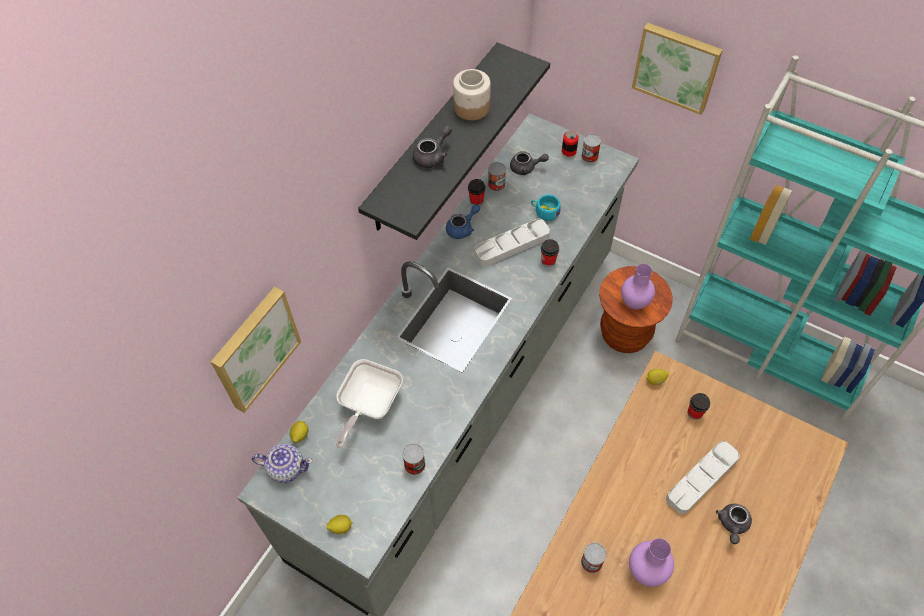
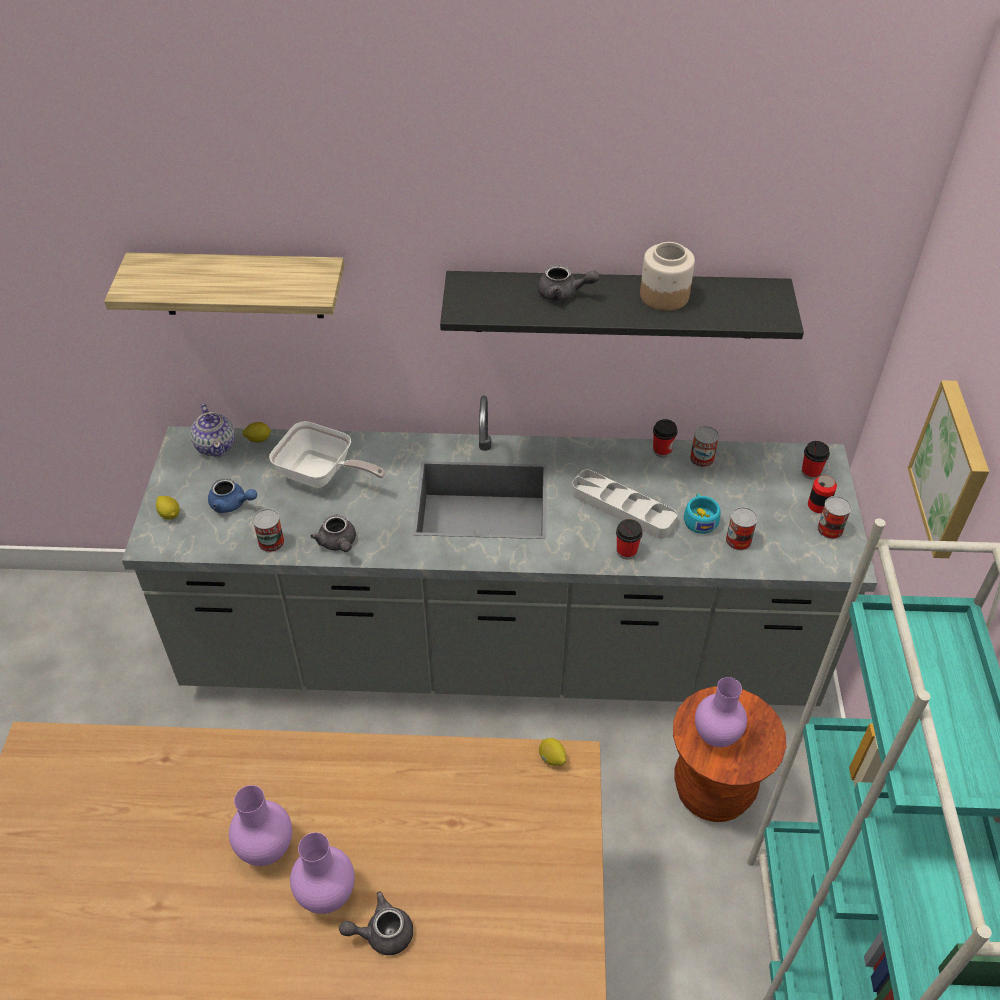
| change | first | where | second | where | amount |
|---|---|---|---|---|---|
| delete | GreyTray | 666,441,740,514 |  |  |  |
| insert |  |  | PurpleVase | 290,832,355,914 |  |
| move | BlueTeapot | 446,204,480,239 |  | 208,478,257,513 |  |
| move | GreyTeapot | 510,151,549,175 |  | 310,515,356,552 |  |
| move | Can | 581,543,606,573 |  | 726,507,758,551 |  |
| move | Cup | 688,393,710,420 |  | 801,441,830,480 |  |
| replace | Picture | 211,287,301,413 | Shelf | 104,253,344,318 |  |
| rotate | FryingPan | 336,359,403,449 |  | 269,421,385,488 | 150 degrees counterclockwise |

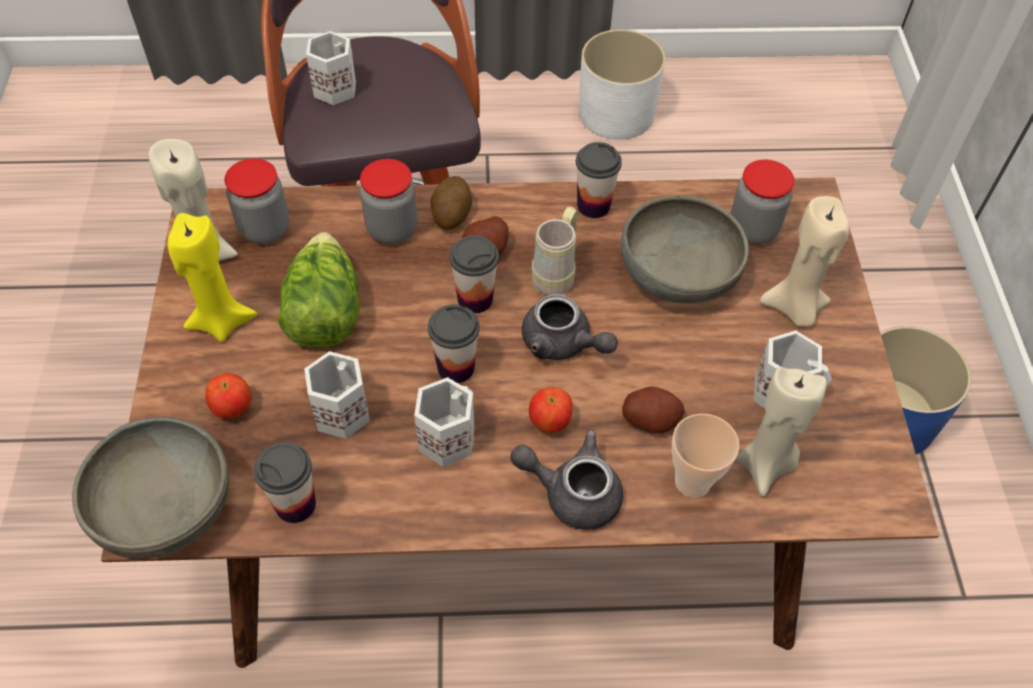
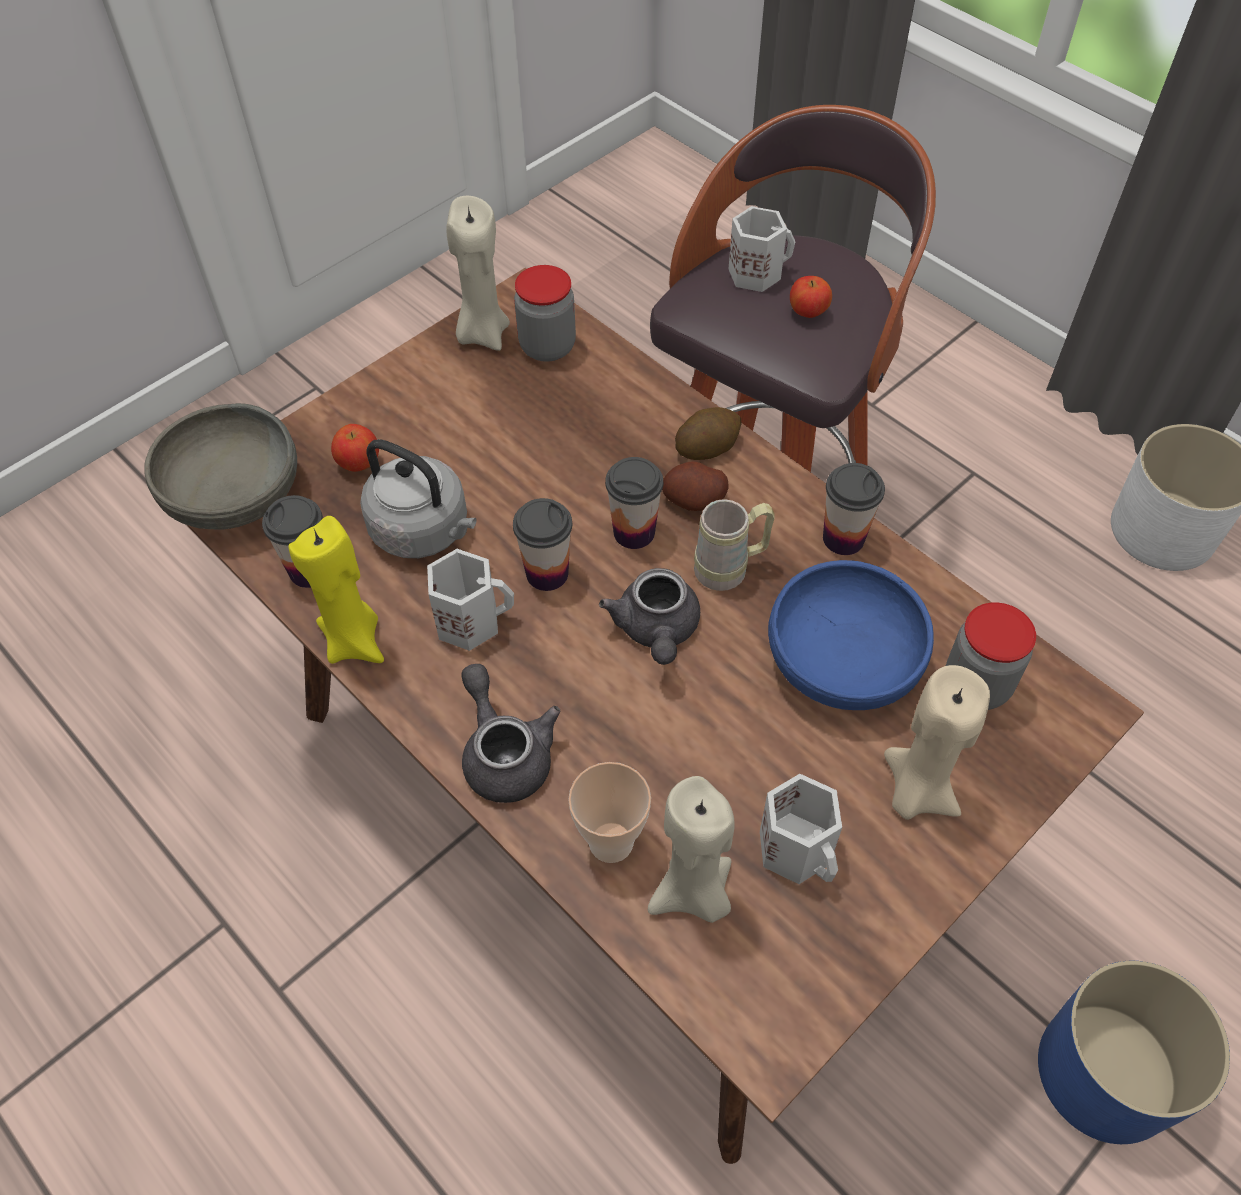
| change | first | where | second | where | amount |
|---|---|---|---|---|---|
| delete | Lettuce | 278,232,360,348 |  |  |  |
| delete | Jar | 360,159,418,244 |  |  |  |
| delete | Potato | 622,386,685,433 |  |  |  |
| move | YellowCandle | 168,213,257,342 |  | 288,516,384,664 |  |
| move | Apple | 529,387,573,432 |  | 790,276,832,318 |  |
| replace | WhiteMug | 304,351,370,439 | GreyKettle | 360,439,477,558 |  |
| recolor | GreyBowl | 621,195,749,303 | BlueBowl | 768,560,934,710 |  |

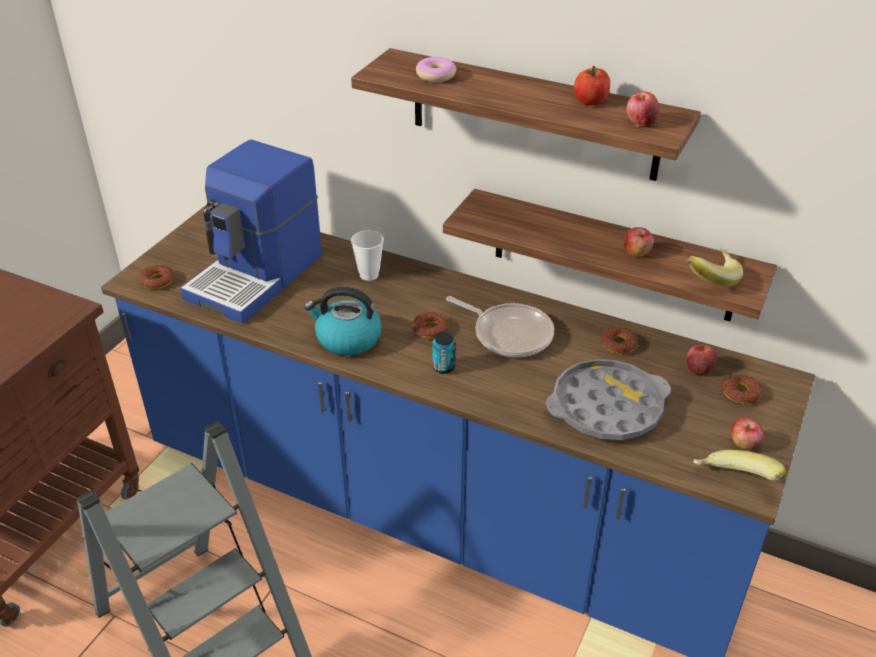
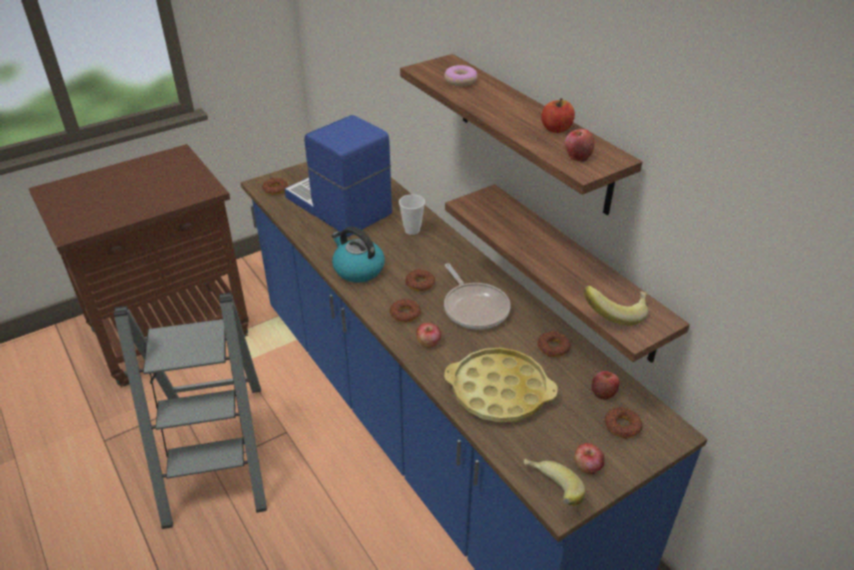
| change | first | where | second | where | amount |
|---|---|---|---|---|---|
| move | Apple | 623,227,654,257 |  | 416,323,441,348 |  |
| replace | Can | 432,332,456,374 | Donut | 390,299,421,322 |  |
| recolor | GreyTray | 546,359,671,440 | YellowTray | 444,348,558,422 |  |
| rotate | CoffeeMachine | 180,139,322,324 |  | 285,115,392,237 | 75 degrees clockwise |

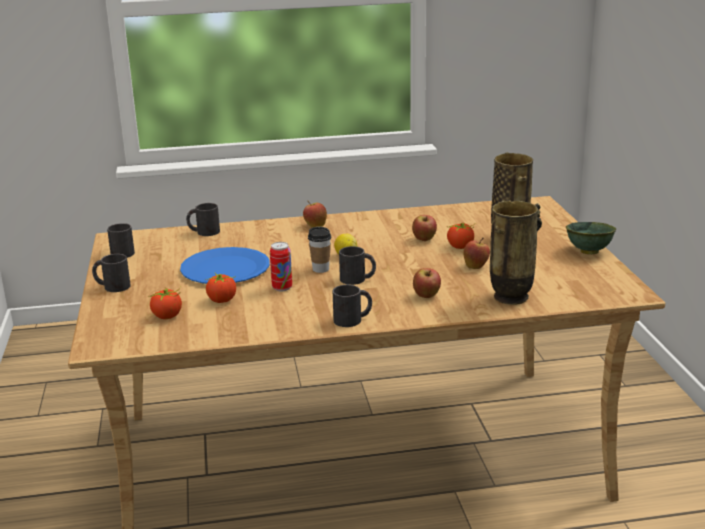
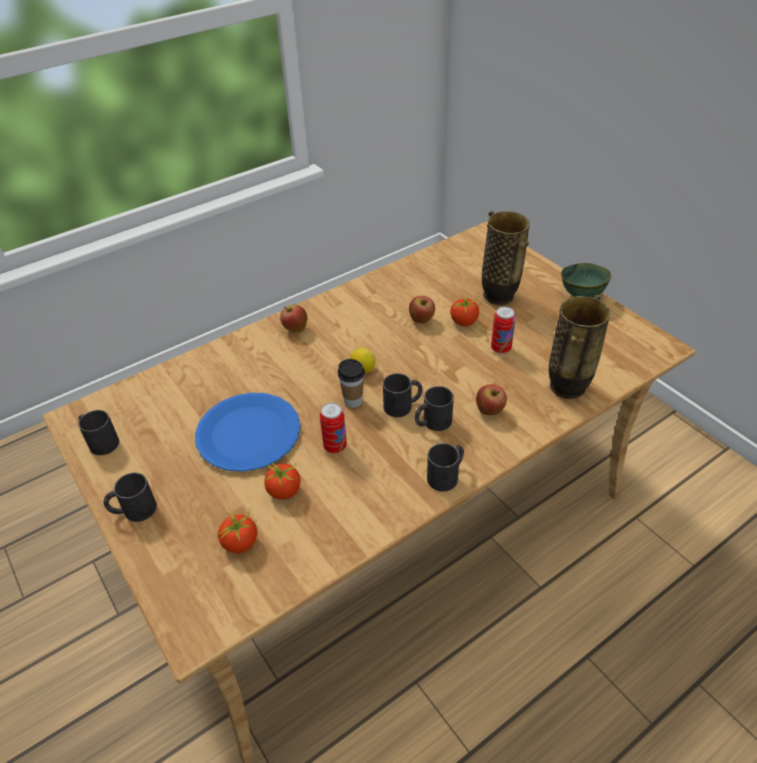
| change | first | where | second | where | amount |
|---|---|---|---|---|---|
| move | BlackMug | 186,203,220,236 |  | 414,386,454,431 |  |
| replace | Apple | 463,238,490,269 | Can | 491,306,516,354 |  |

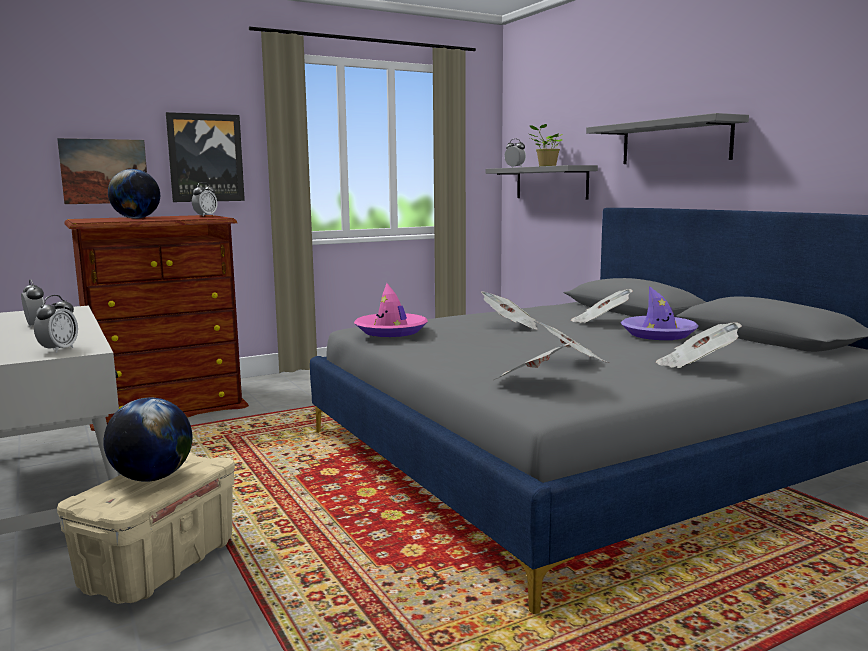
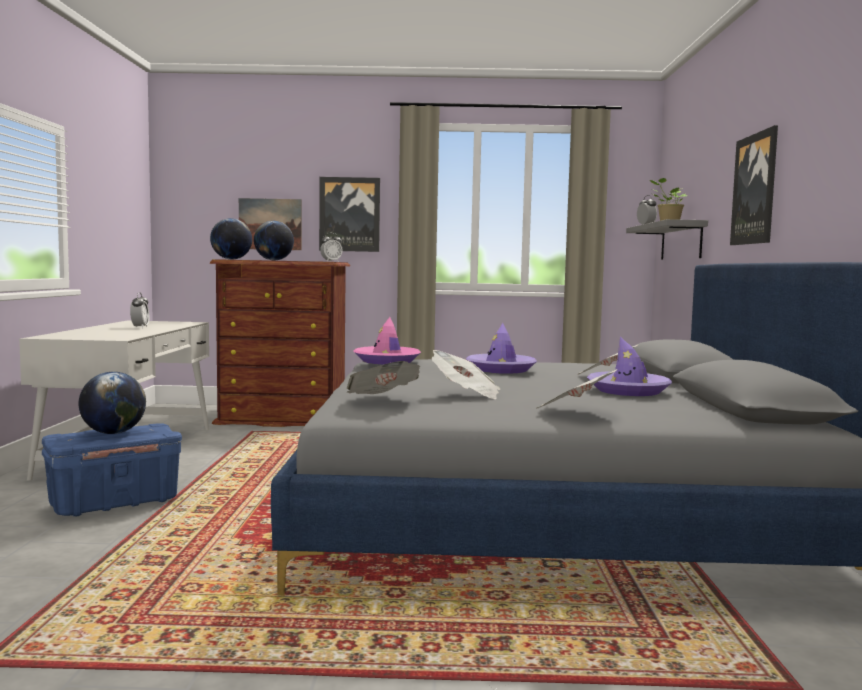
| change | first | where | second | where | amount |
|---|---|---|---|---|---|
| delete | AlarmClock | 34,295,78,353 |  |  |  |
| insert |  |  | Globe | 210,218,252,260 |  |
| replace | Newspaper | 481,291,537,329 | PurpleHat | 466,323,537,374 |  |
| replace | GreyShelf | 586,113,749,164 | Picture | 730,125,778,245 |  |
| recolor | BeigeStorageBox | 57,452,235,604 | BlueStorageBox | 42,423,182,517 |  |

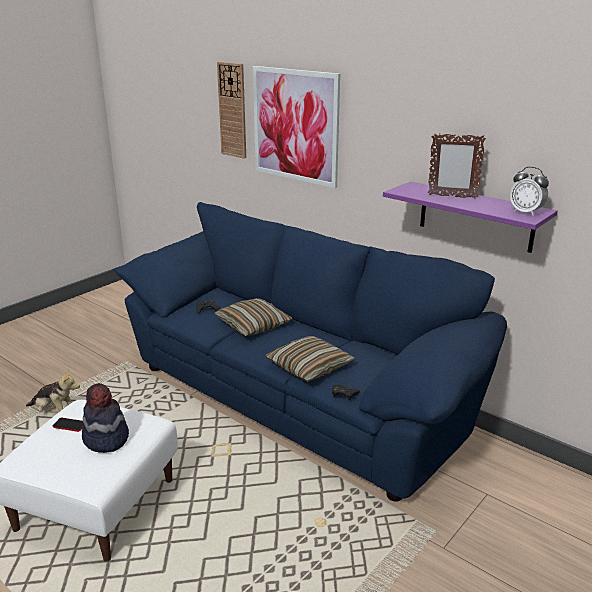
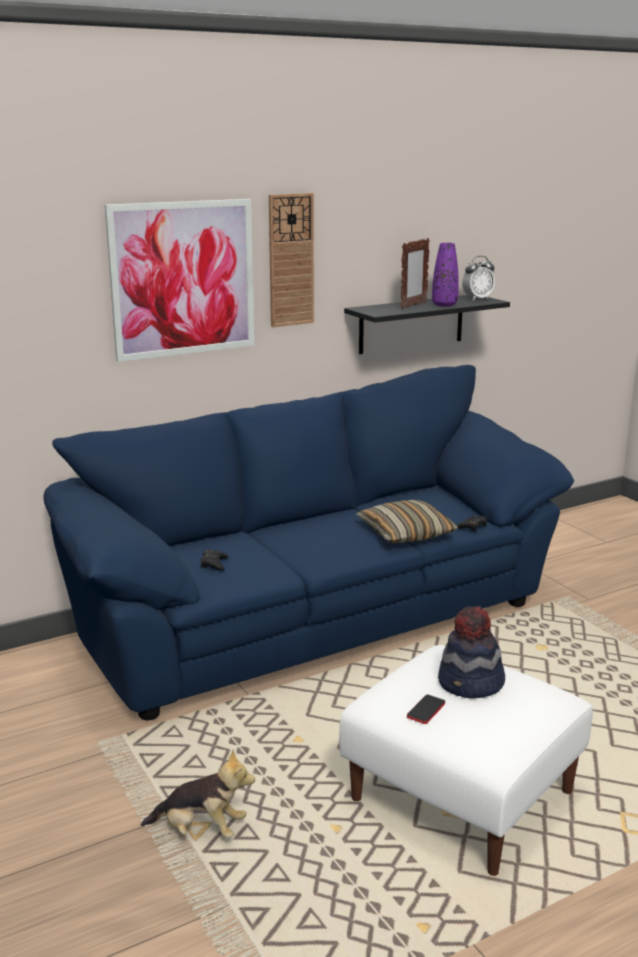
| change | first | where | second | where | amount |
|---|---|---|---|---|---|
| delete | Pillow | 214,298,293,336 |  |  |  |
| insert |  |  | PurpleVase | 432,243,459,307 |  |
| move | WallClock | 217,62,246,159 |  | 269,193,314,327 |  |
| recolor | PurpleShelf | 383,181,558,253 | BlackShelf | 344,295,510,354 |  |
| rotate | PlushToy | 26,369,80,412 |  | 141,749,255,838 | 60 degrees clockwise |

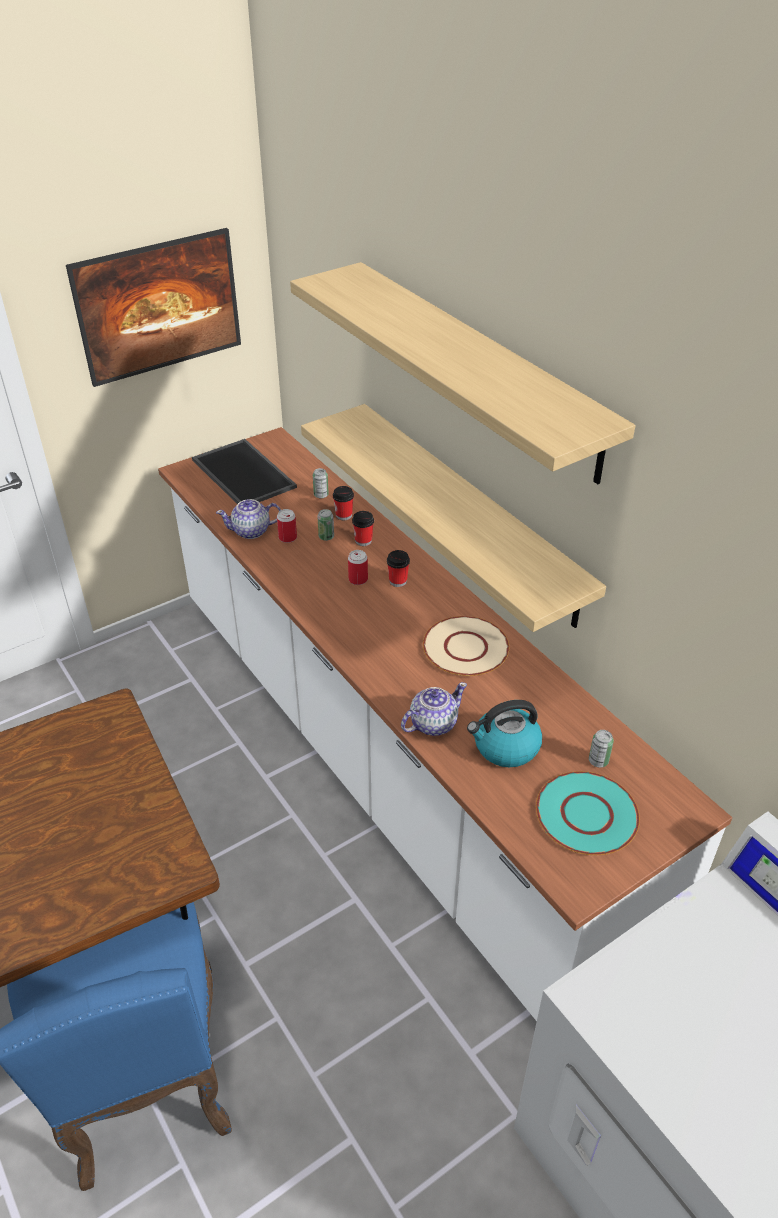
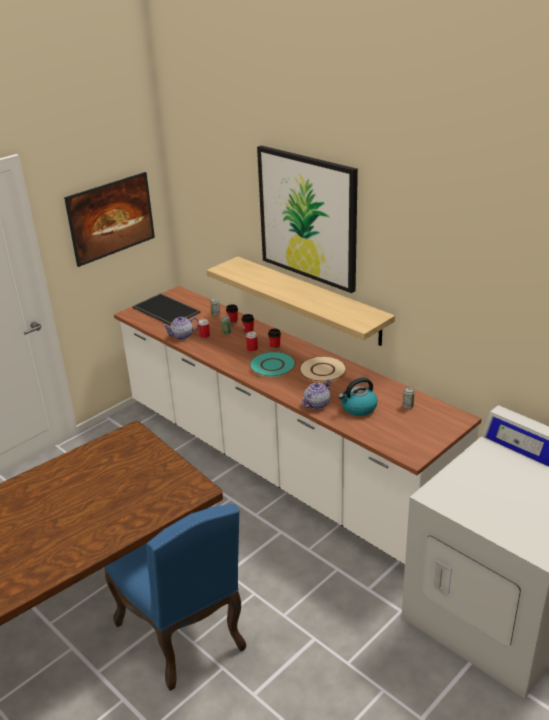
| change | first | where | second | where | amount |
|---|---|---|---|---|---|
| move | TurquoisePlate | 536,771,640,855 |  | 249,351,296,377 |  |
| replace | Shelf | 290,262,636,484 | Picture | 257,145,358,293 |  |

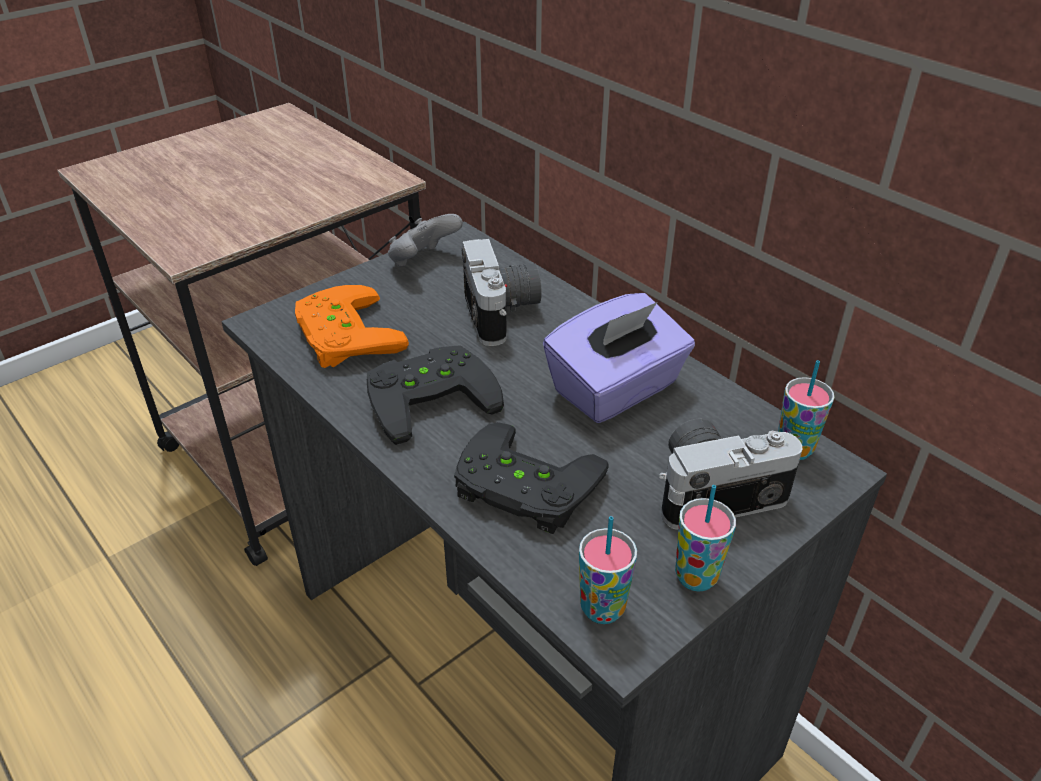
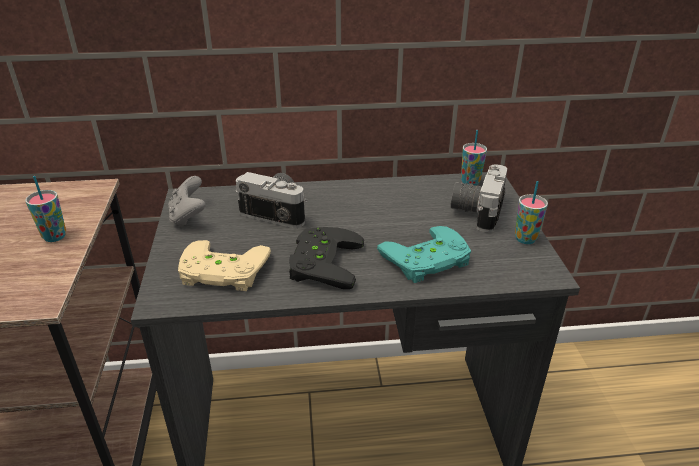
| change | first | where | second | where | amount |
|---|---|---|---|---|---|
| delete | PurpleTissueBox | 543,293,695,423 |  |  |  |
| move | Cup | 579,516,637,624 |  | 25,176,66,242 |  |
| recolor | OrangeGameController | 295,285,409,368 | BeigeGameController | 178,240,271,291 |  |
| recolor | BlackGameController | 454,422,608,534 | TurquoiseGameController | 377,226,471,283 |  |

